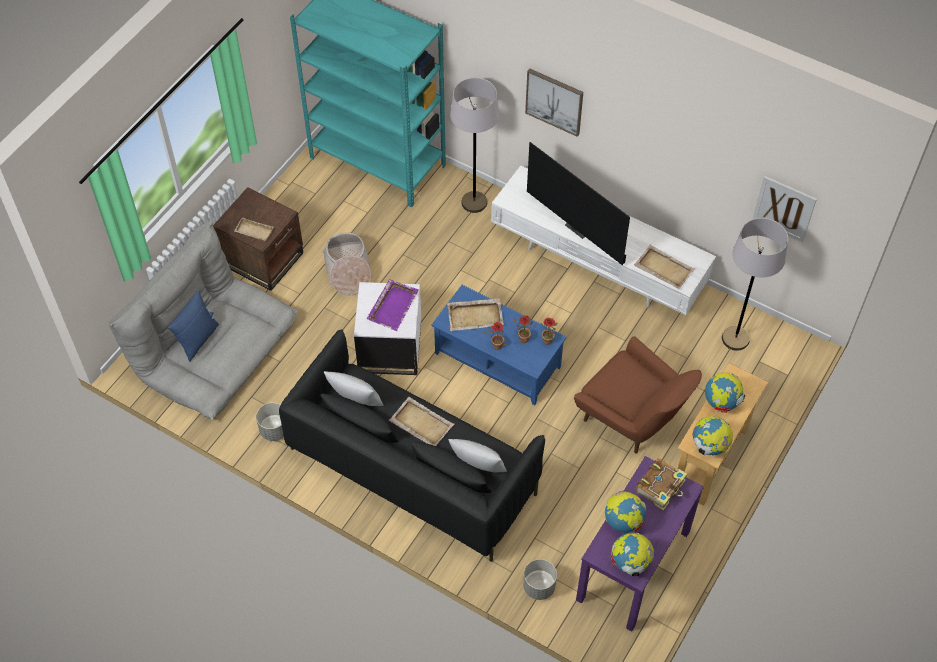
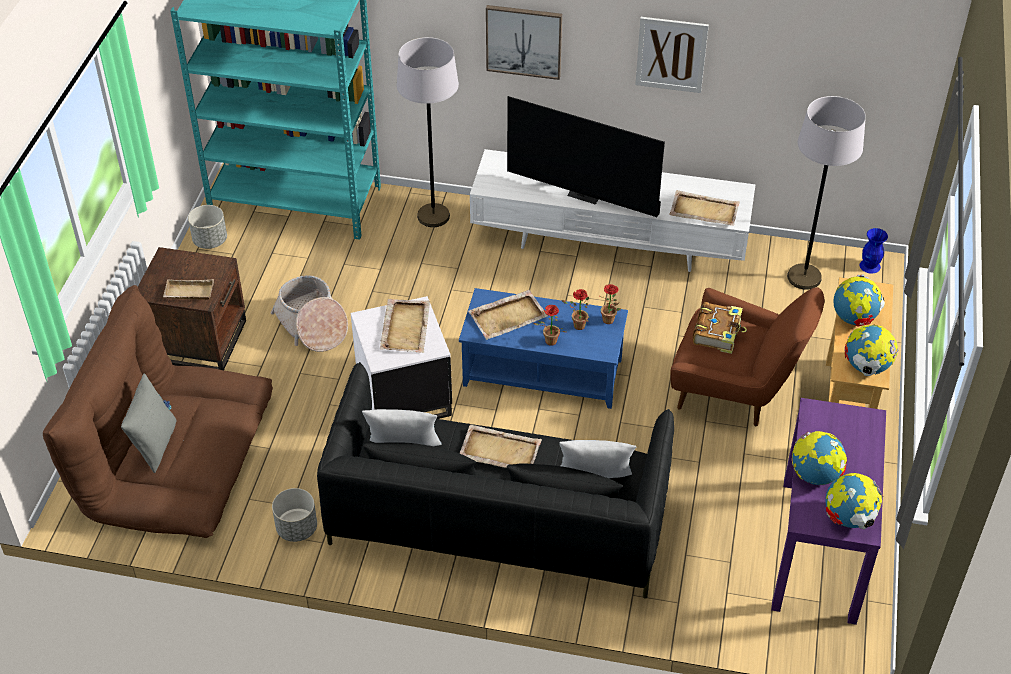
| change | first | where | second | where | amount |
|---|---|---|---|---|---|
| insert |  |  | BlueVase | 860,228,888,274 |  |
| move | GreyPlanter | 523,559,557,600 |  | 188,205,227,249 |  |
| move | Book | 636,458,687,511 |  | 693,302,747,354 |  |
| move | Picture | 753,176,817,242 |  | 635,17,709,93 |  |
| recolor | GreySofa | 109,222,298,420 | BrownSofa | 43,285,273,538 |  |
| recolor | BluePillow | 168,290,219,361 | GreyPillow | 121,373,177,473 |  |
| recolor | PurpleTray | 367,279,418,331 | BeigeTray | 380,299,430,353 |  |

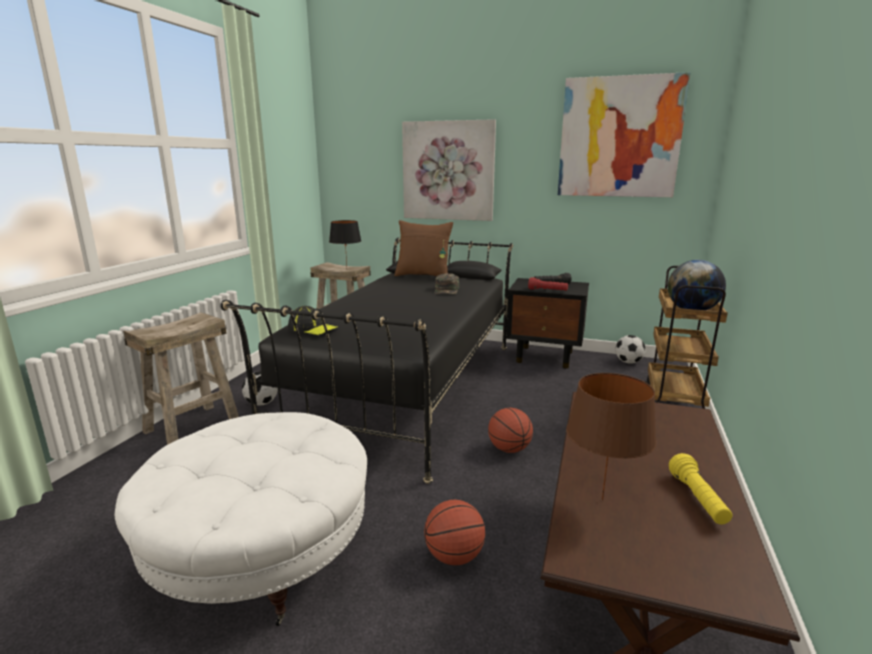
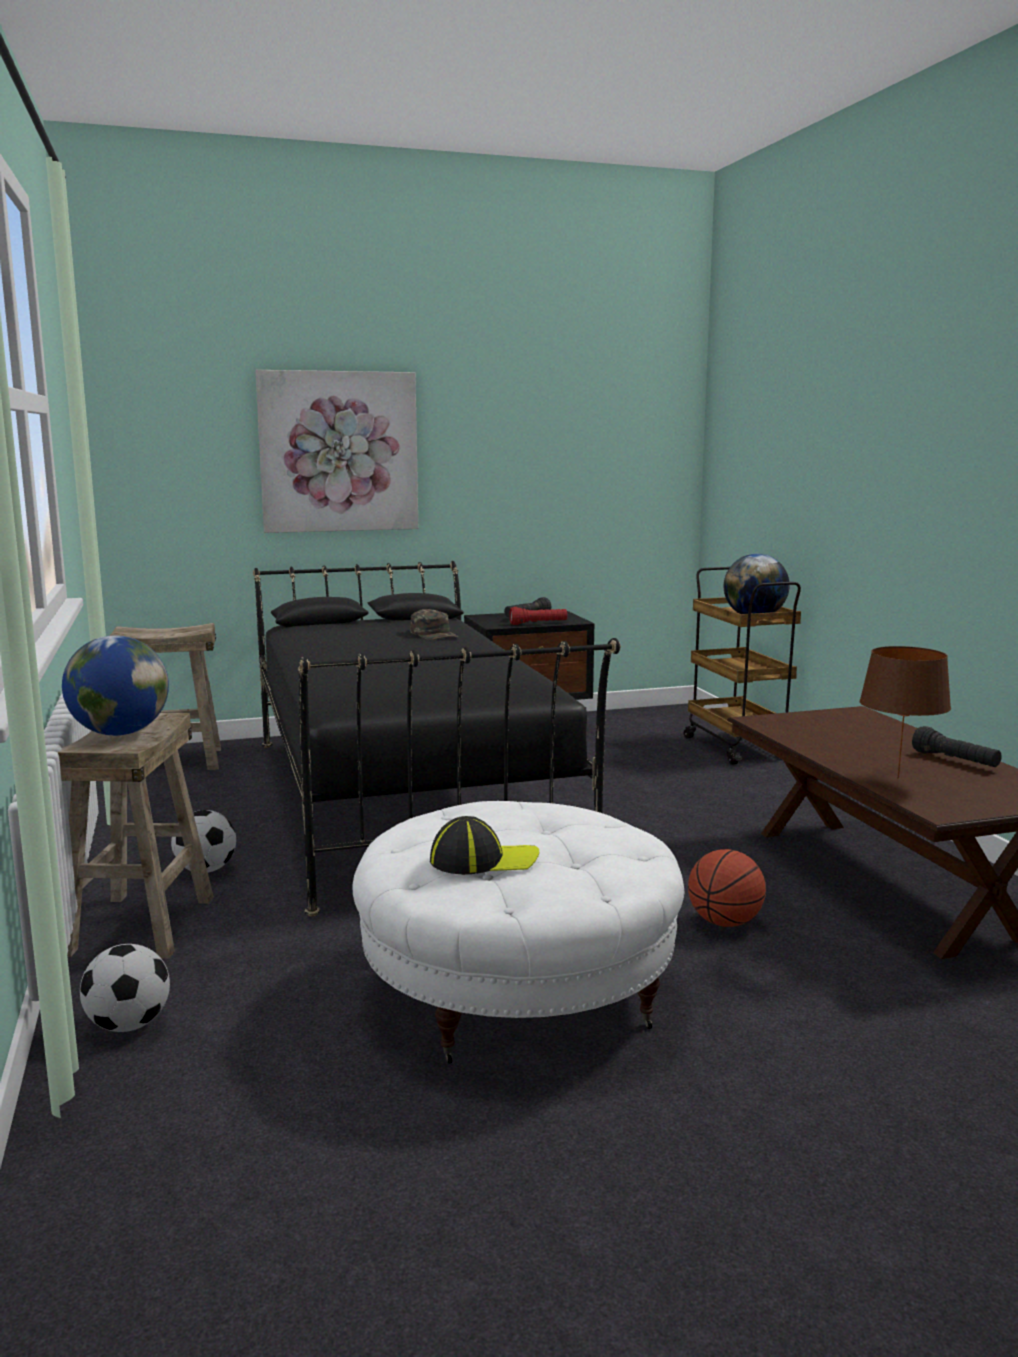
| change | first | where | second | where | amount |
|---|---|---|---|---|---|
| delete | BlackTableLamp | 329,220,361,266 |  |  |  |
| delete | BrownPillow | 394,220,453,276 |  |  |  |
| delete | Basketball | 488,408,533,453 |  |  |  |
| delete | Picture | 558,72,691,197 |  |  |  |
| insert |  |  | Globe | 62,635,169,736 |  |
| move | Cap | 288,306,338,335 |  | 430,816,540,875 |  |
| move | Football | 615,335,646,364 |  | 80,944,170,1032 |  |
| recolor | YellowFlashlight | 669,453,733,525 | BlackFlashlight | 912,726,1002,767 |  |

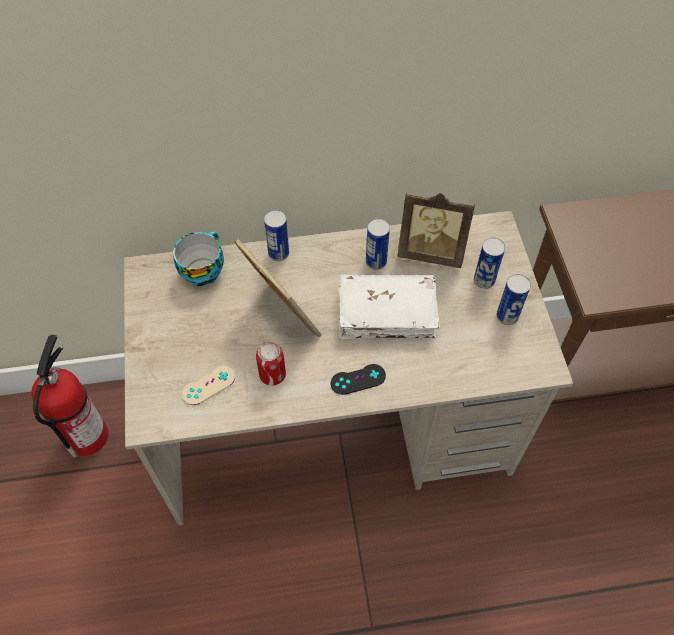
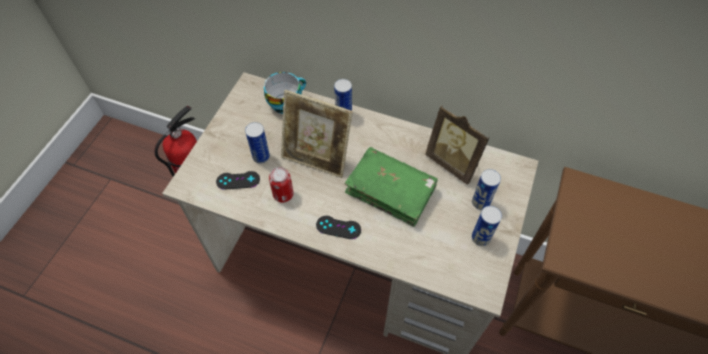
| change | first | where | second | where | amount |
|---|---|---|---|---|---|
| move | Can | 366,219,390,270 |  | 245,122,270,164 |  |
| recolor | BeigeGameController | 182,366,235,405 | BlackGameController | 216,171,260,190 |  |
| recolor | WhiteBook | 339,275,439,339 | GreenBook | 345,147,438,227 |  |
| rotate | PictureFrame | 234,238,322,337 |  | 281,90,353,178 | 120 degrees clockwise |

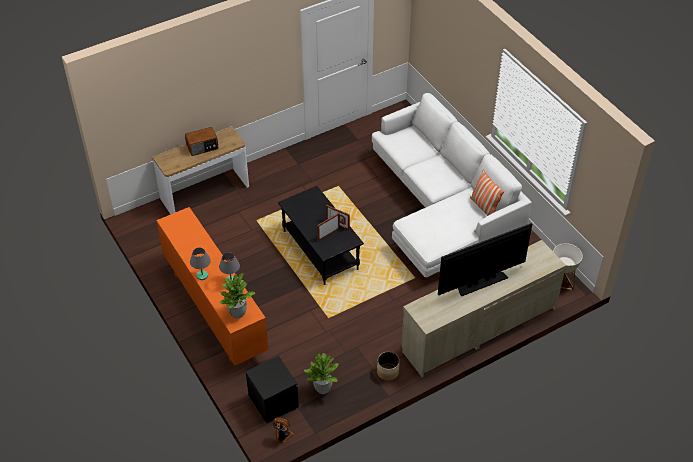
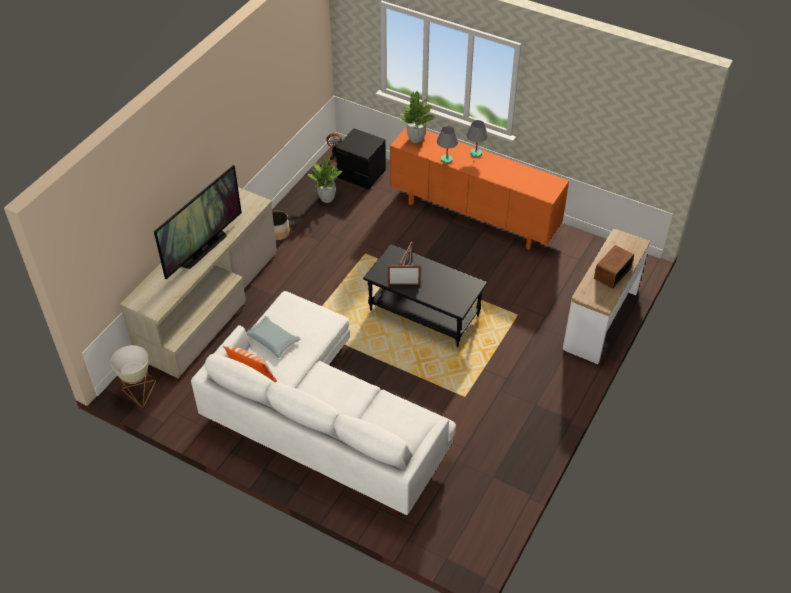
| change | first | where | second | where | amount |
|---|---|---|---|---|---|
| insert |  |  | BluePillow | 246,316,301,358 |  |

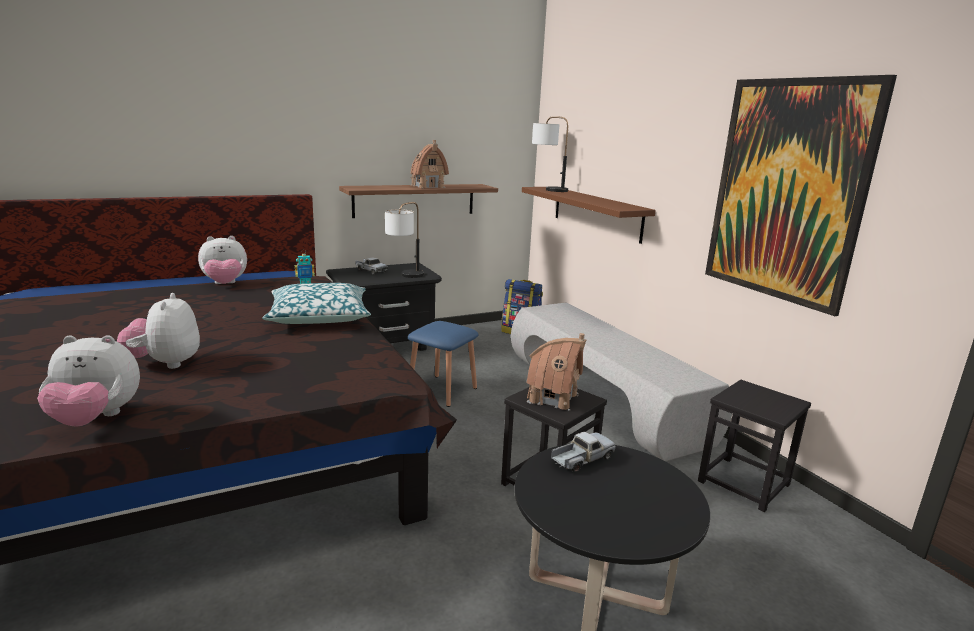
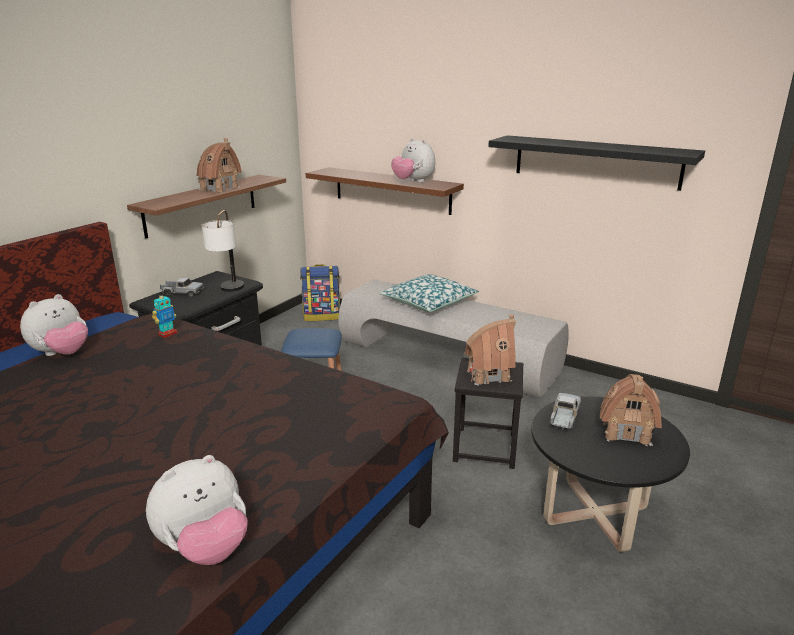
| change | first | where | second | where | amount |
|---|---|---|---|---|---|
| delete | TableLamp | 532,116,568,192 |  |  |  |
| delete | BlackStool | 698,380,811,512 |  |  |  |
| insert |  |  | ToyHouse | 600,374,662,446 |  |
| move | PlushToy | 117,293,200,369 |  | 391,138,435,183 |  |
| move | Pillow | 262,283,371,324 |  | 380,274,479,312 |  |
| replace | Picture | 705,75,897,316 | BlackShelf | 488,135,705,191 |  |

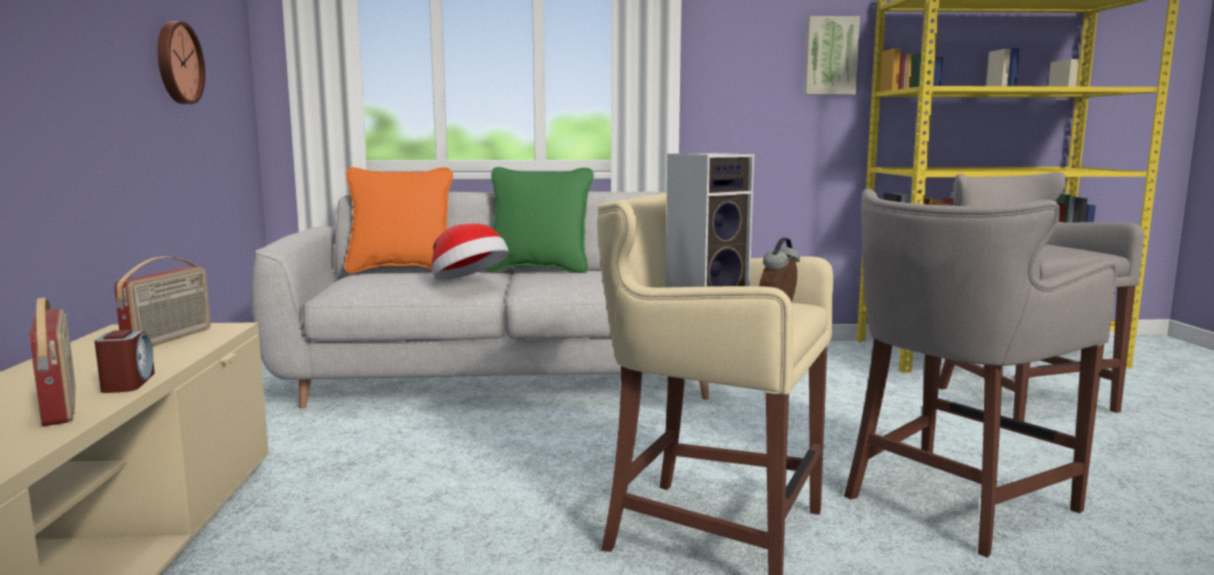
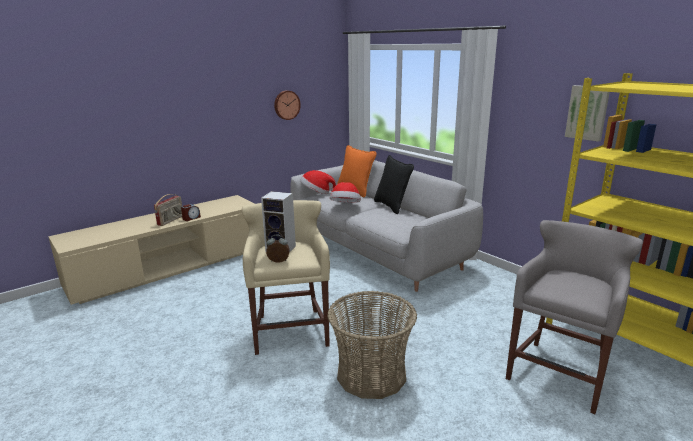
| change | first | where | second | where | amount |
|---|---|---|---|---|---|
| delete | Radio | 114,256,211,347 |  |  |  |
| insert |  |  | Hat | 300,170,336,194 |  |
| replace | GreyStool | 844,189,1117,558 | Basket | 327,291,417,399 |  |
| recolor | GreenPillow | 485,167,594,273 | BlackPillow | 374,155,414,214 |  |

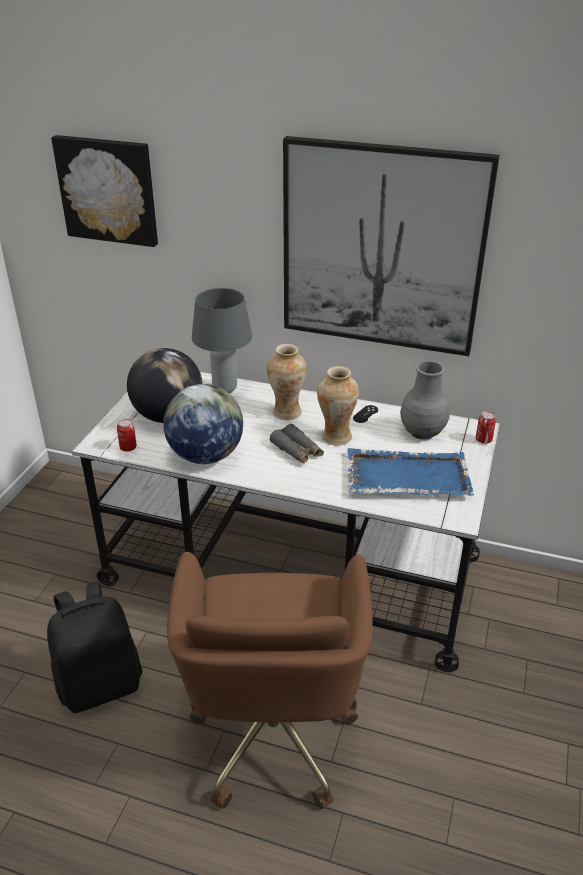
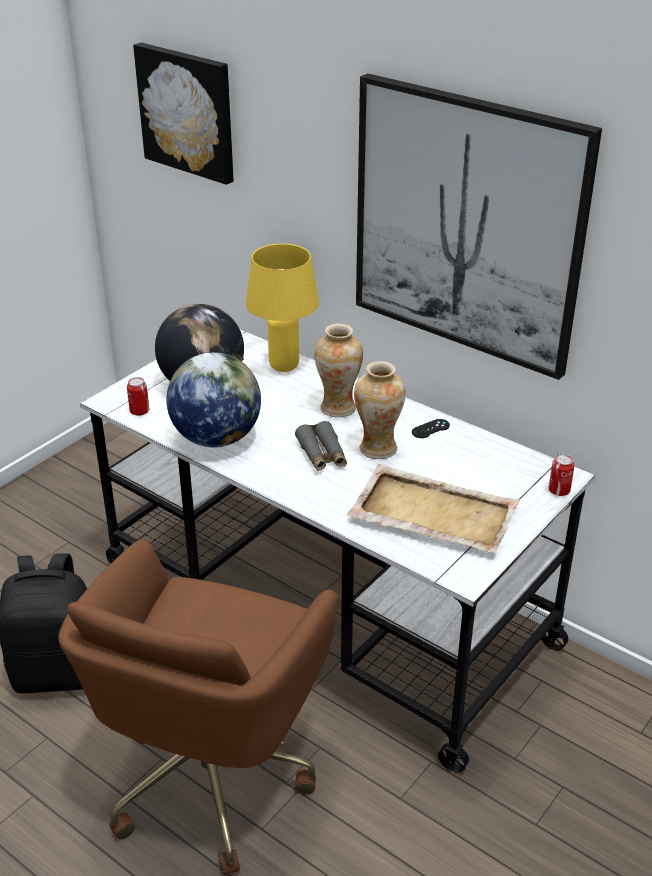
| change | first | where | second | where | amount |
|---|---|---|---|---|---|
| delete | GreyVase | 400,360,450,439 |  |  |  |
| recolor | GreyTableLamp | 192,288,252,393 | YellowTableLamp | 246,244,319,372 |  |
| recolor | BlueTray | 347,448,474,496 | BeigeTray | 347,464,520,553 |  |

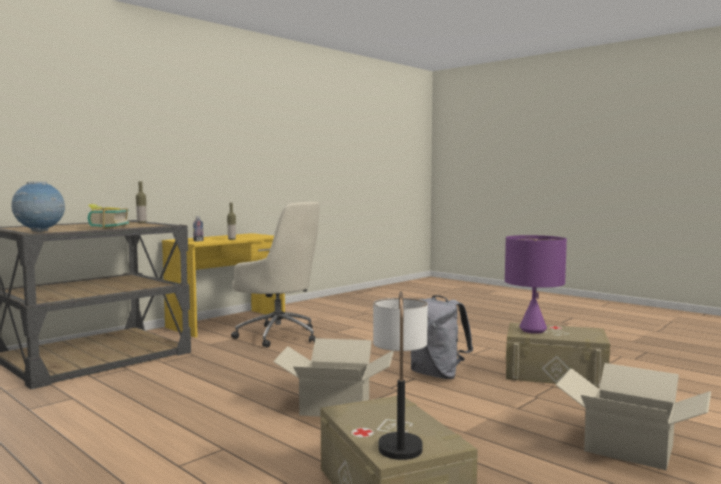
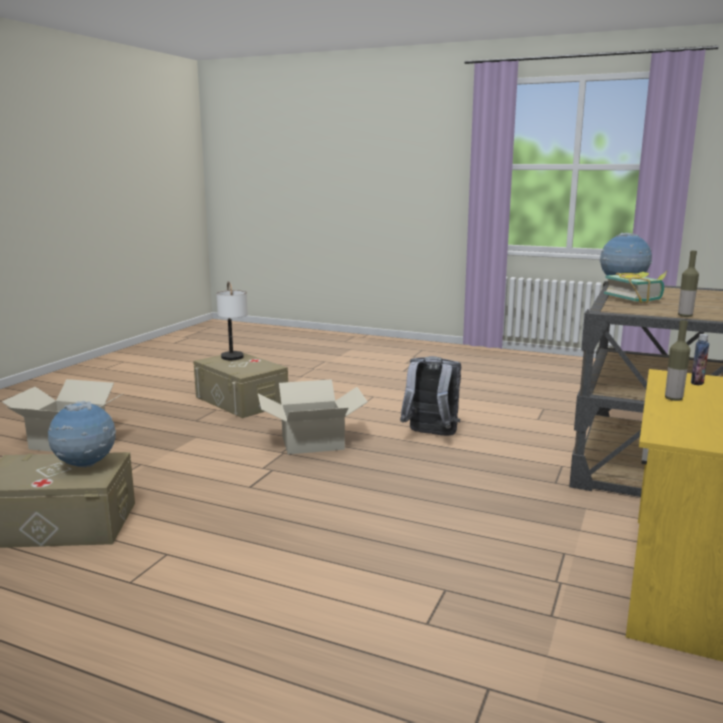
| change | first | where | second | where | amount |
|---|---|---|---|---|---|
| delete | BeigeOfficeChair | 231,202,320,348 |  |  |  |
| move | GreyBackpack | 411,295,473,379 |  | 400,356,461,436 |  |
| replace | PurpleTableLamp | 505,235,567,334 | Globe | 48,401,116,468 |  |

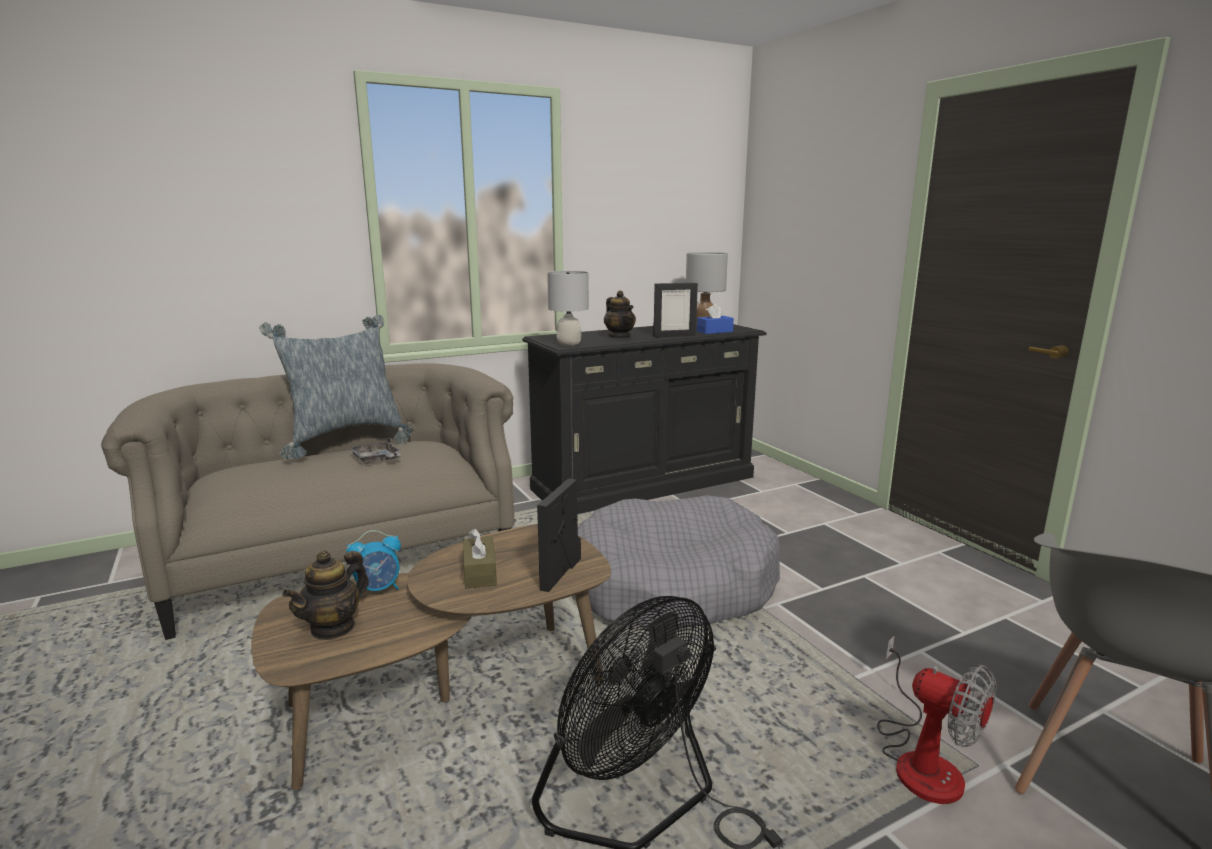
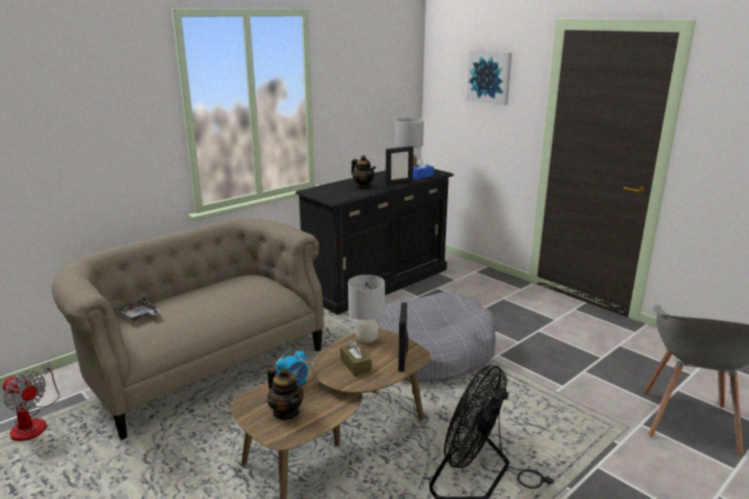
| change | first | where | second | where | amount |
|---|---|---|---|---|---|
| delete | Pillow | 259,315,414,459 |  |  |  |
| insert |  |  | Picture | 466,50,512,105 |  |
| move | GreyTray | 349,438,401,464 |  | 116,297,161,322 |  |
| move | GreyTableLamp | 547,271,589,346 |  | 348,275,385,343 |  |
| move | Fan | 877,636,997,804 |  | 3,361,60,441 |  |
| rotate | Teapot | 282,551,369,640 |  | 267,368,304,420 | 60 degrees counterclockwise |

